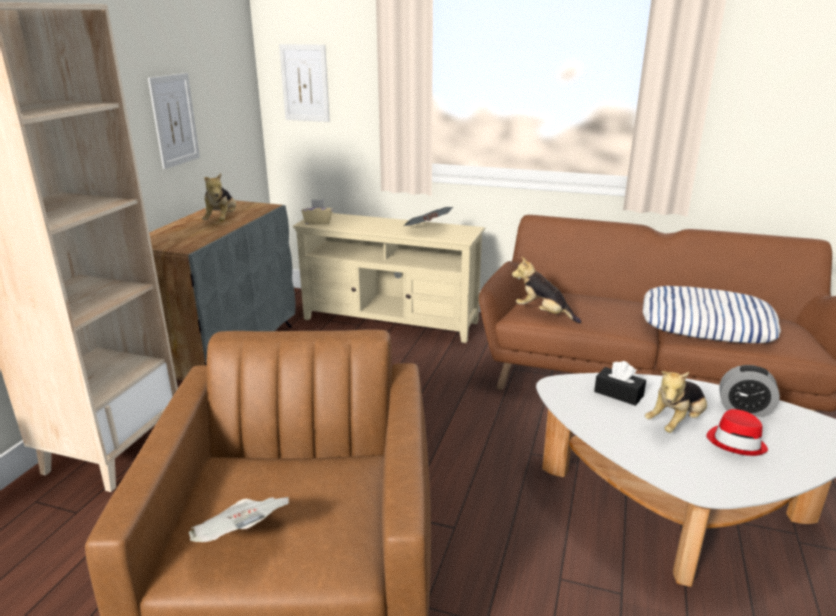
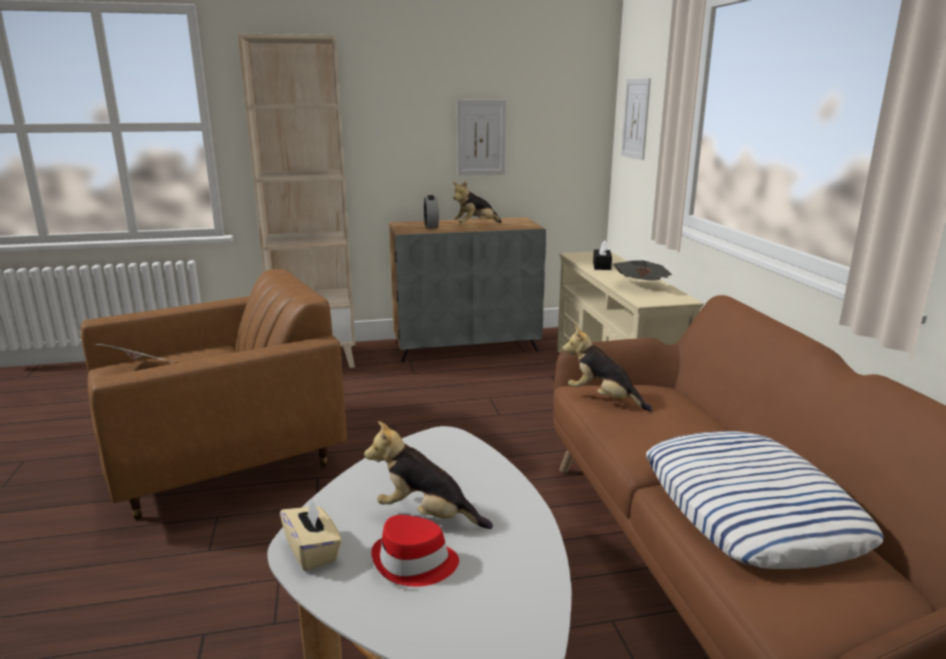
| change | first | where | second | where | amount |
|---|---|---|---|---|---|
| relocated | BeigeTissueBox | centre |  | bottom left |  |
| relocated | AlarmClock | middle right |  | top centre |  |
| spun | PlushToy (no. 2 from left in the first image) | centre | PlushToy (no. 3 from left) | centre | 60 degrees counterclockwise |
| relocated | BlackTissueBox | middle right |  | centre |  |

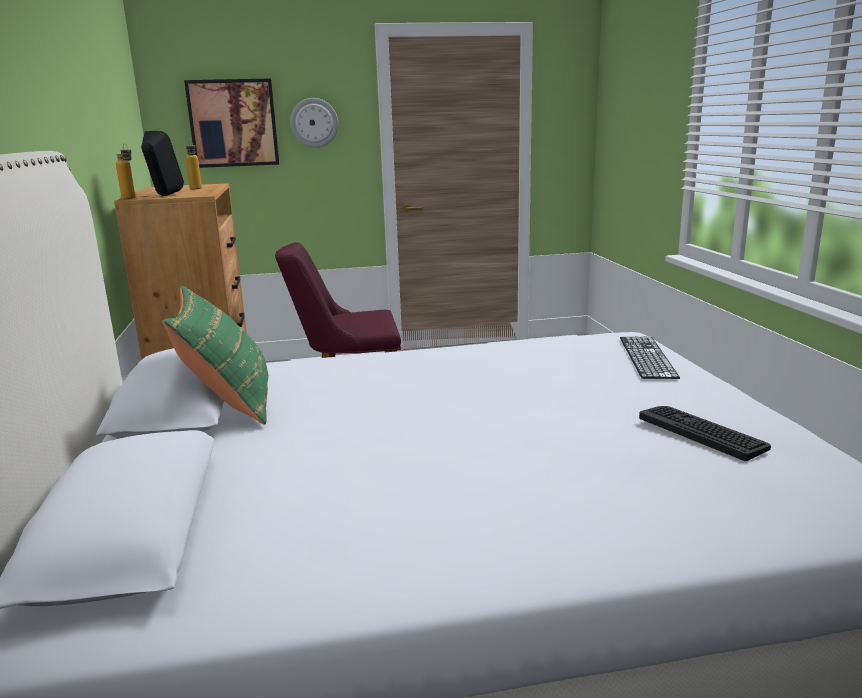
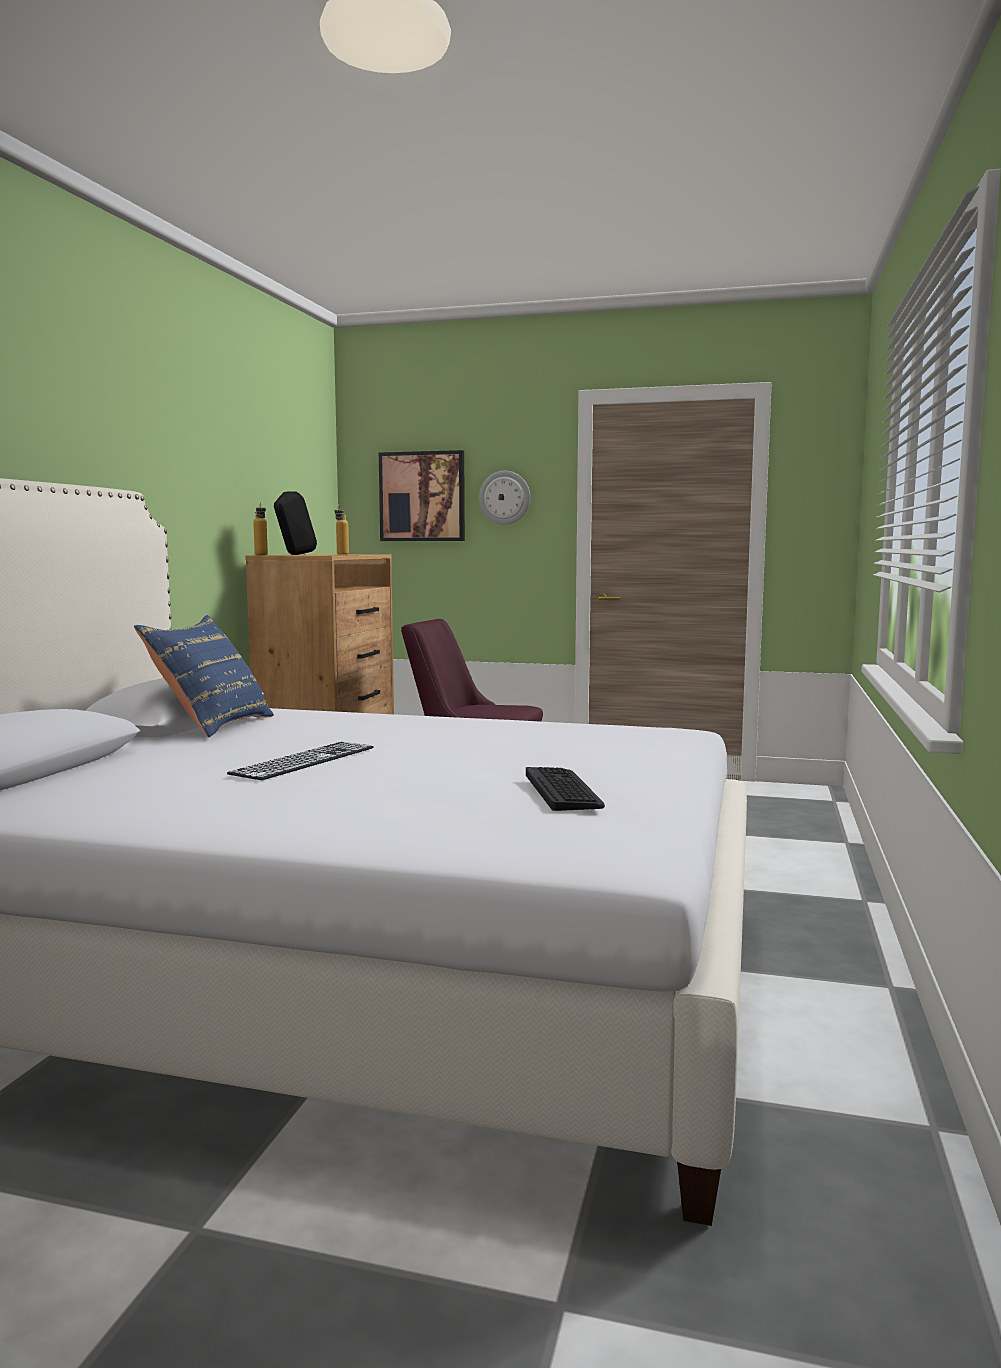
| change | first | where | second | where | amount |
|---|---|---|---|---|---|
| colour | GreenPillow | middle left | BluePillow | middle left |  |
| relocated | Keyboard (no. 1 from left) | middle right |  | middle left |  |

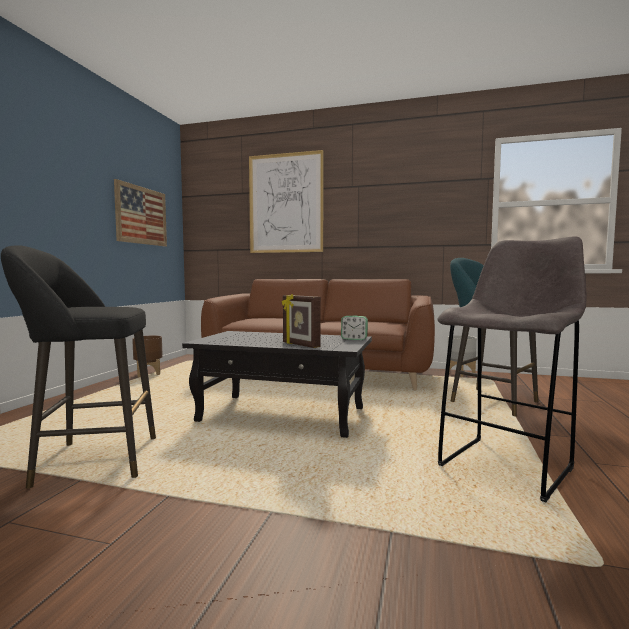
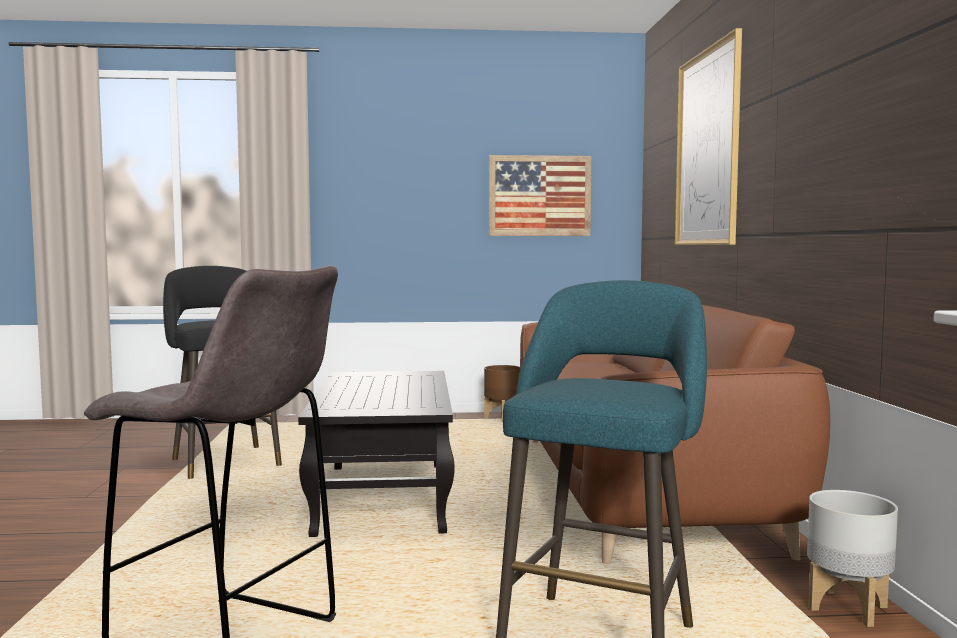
| change | first | where | second | where | amount |
|---|---|---|---|---|---|
| missing | PictureFrame | centre |  |  |  |
| missing | AlarmClock | centre |  |  |  |

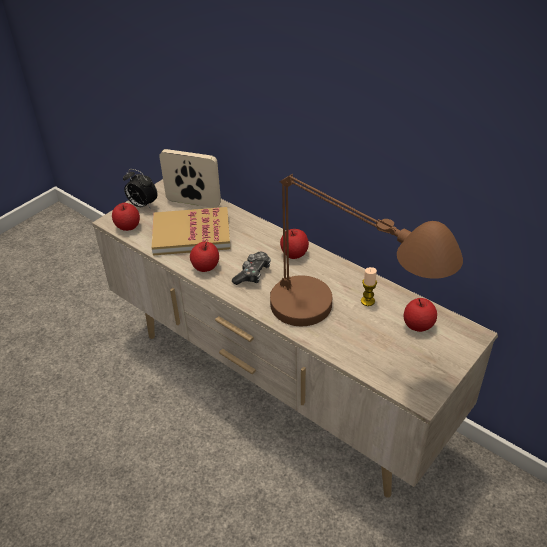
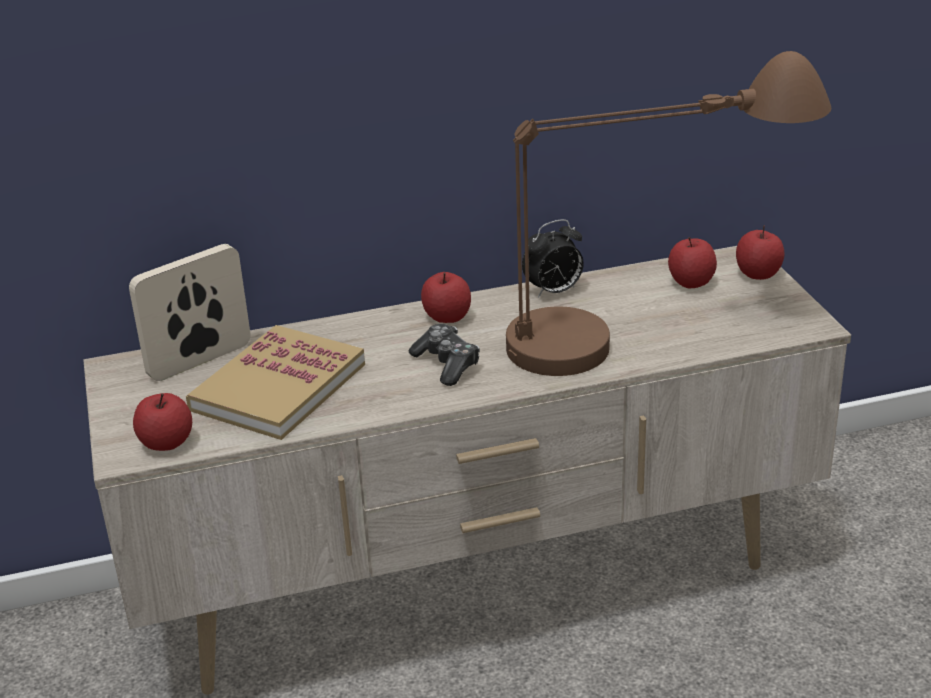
| change | first | where | second | where | amount |
|---|---|---|---|---|---|
| relocated | AlarmClock | middle left |  | centre |  |
| relocated | Apple (no. 2 from left in the first image) | centre | Apple (no. 4 from left) | middle right |  |
| missing | Candle | middle right |  |  |  |

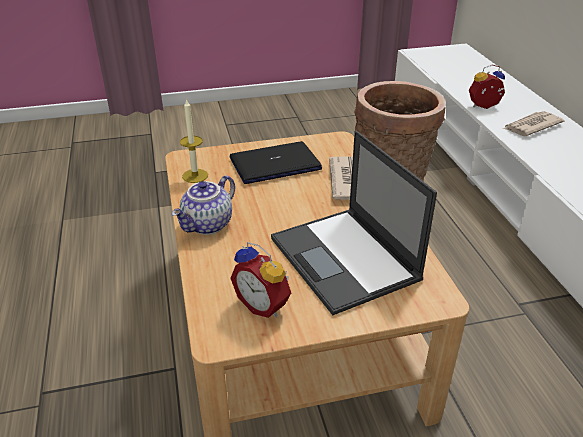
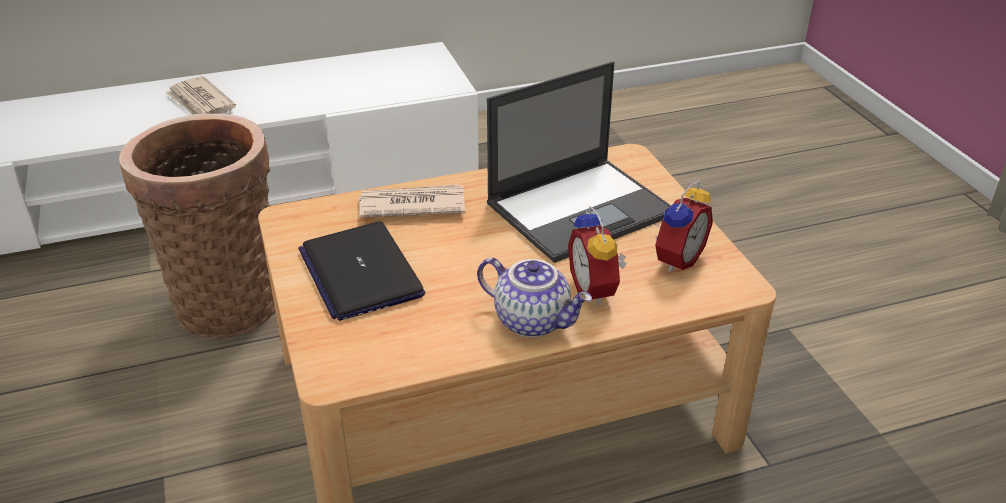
| change | first | where | second | where | amount |
|---|---|---|---|---|---|
| relocated | AlarmClock (no. 2 from left in the first image) | top right | AlarmClock (no. 1 from left) | centre |  |
| missing | Candle | top left |  |  |  |

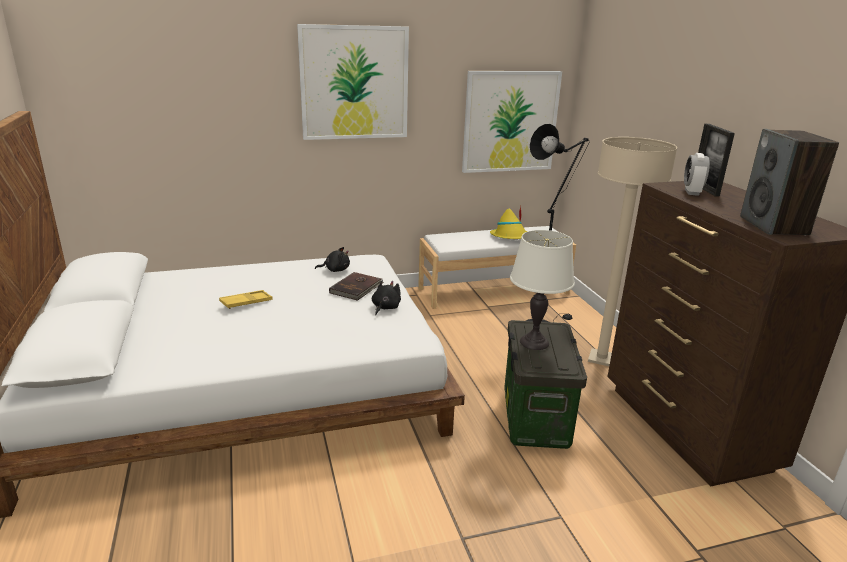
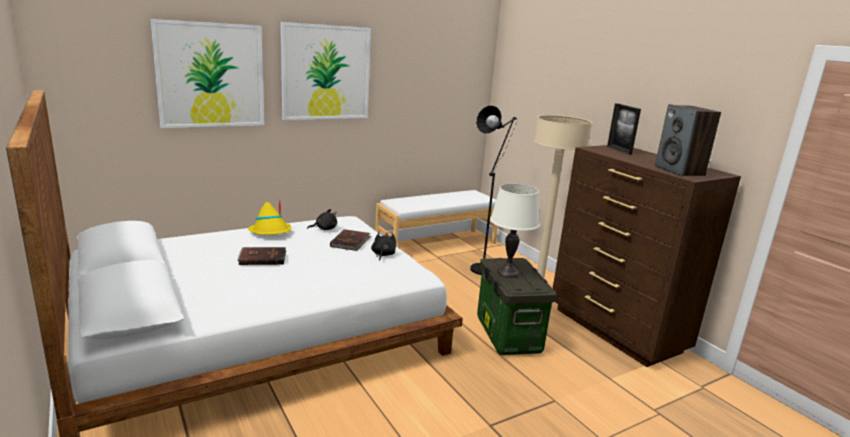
| change | first | where | second | where | amount |
|---|---|---|---|---|---|
| relocated | Picture (no. 2 from left in the first image) | top centre | Picture (no. 1 from left) | top left |  |
| exchanged | YellowTray | middle left | BrownBook (no. 1 from left) | middle left |  |
| relocated | YellowHat | centre |  | middle left |  |
| missing | AlarmClock | top right |  |  |  |

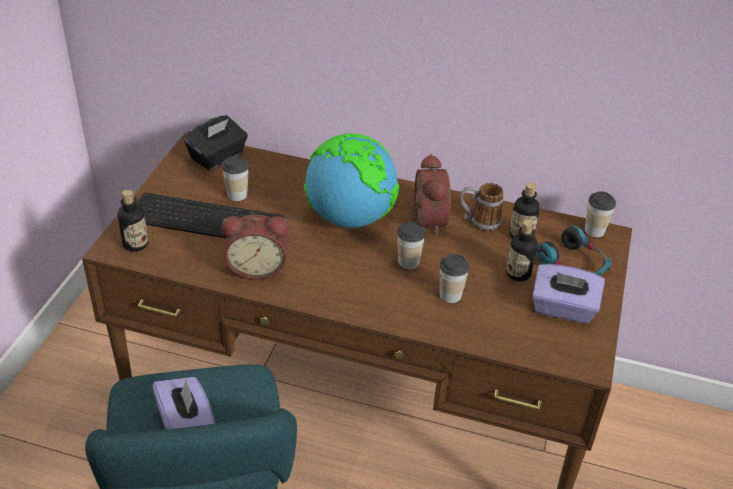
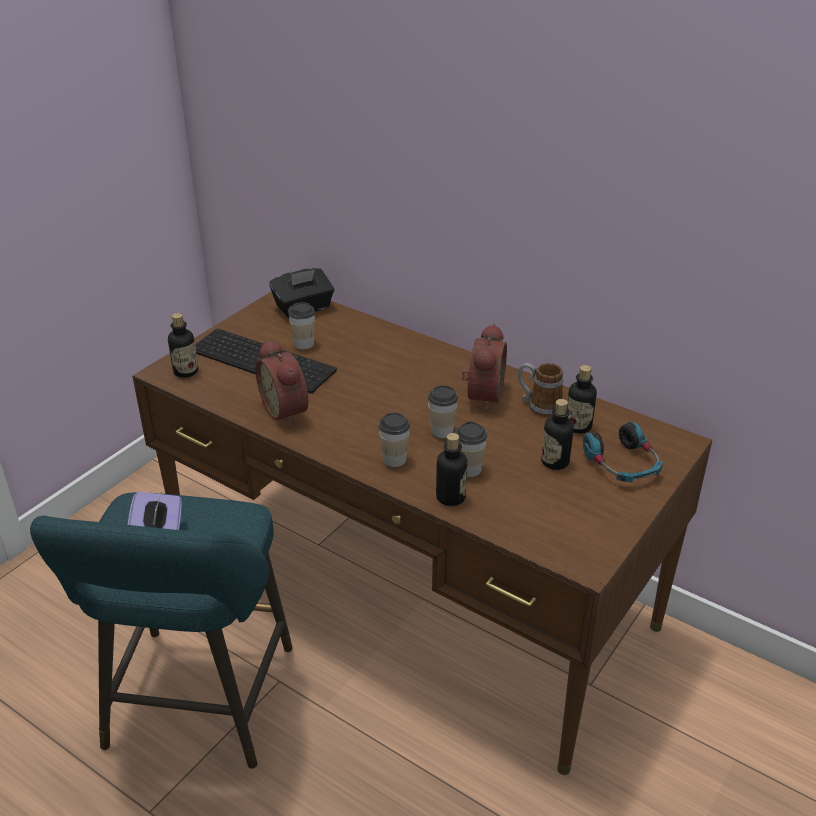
| change | first | where | second | where | amount |
|---|---|---|---|---|---|
| spun | AlarmClock (no. 1 from left) | centre |  | centre | 45 degrees clockwise |
| relocated | Cup (no. 4 from left in the first image) | middle right | Cup (no. 2 from left) | centre |  |
| appeared |  |  | Bottle (no. 2 from left) | centre |  |
| missing | Globe | centre |  |  |  |
| missing | PurpleTissueBox (no. 2 from left) | middle right |  |  |  |

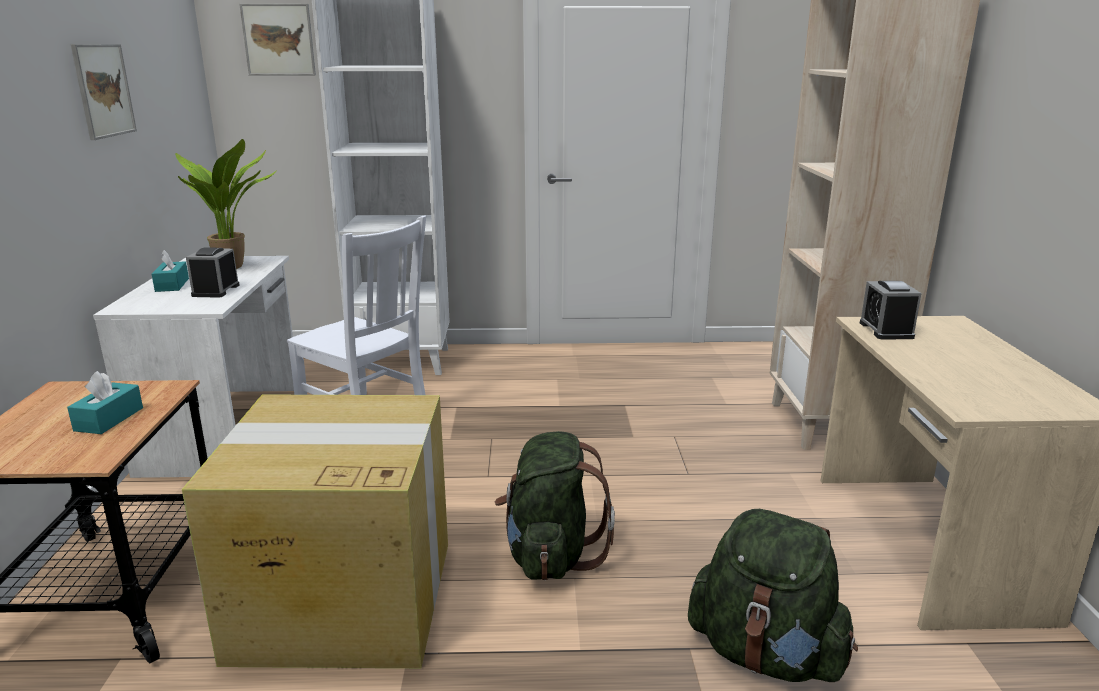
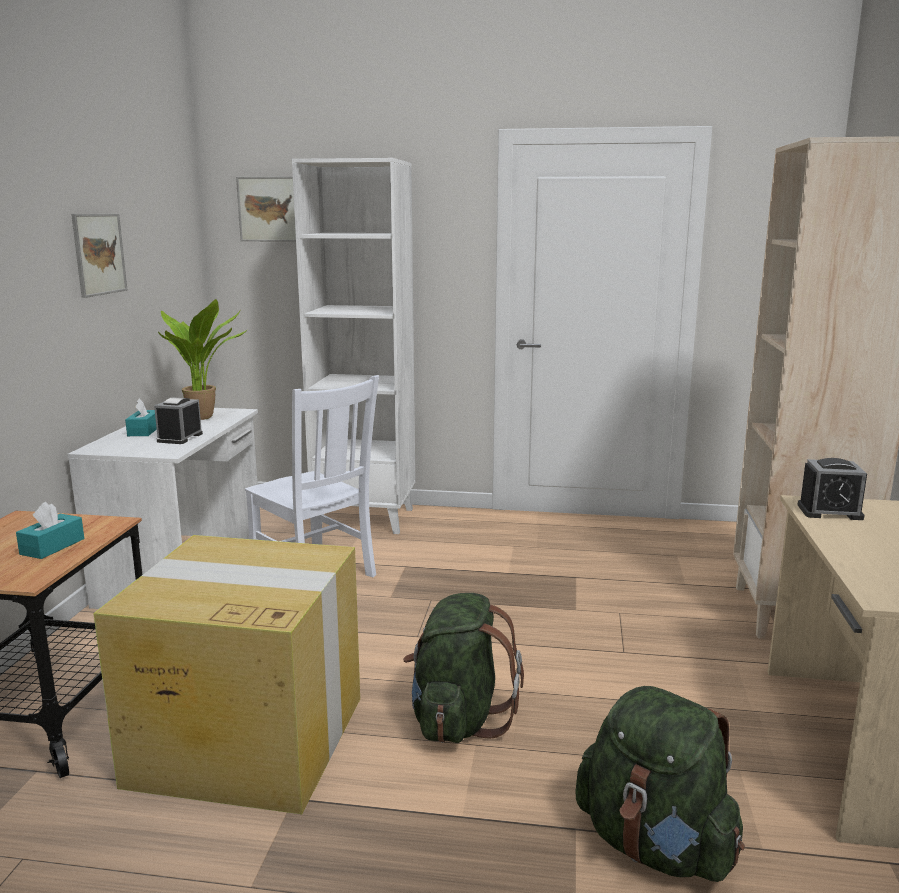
| change | first | where | second | where | amount |
|---|---|---|---|---|---|
| spun | AlarmClock (no. 2 from left) | middle right |  | middle right | 90 degrees counterclockwise |

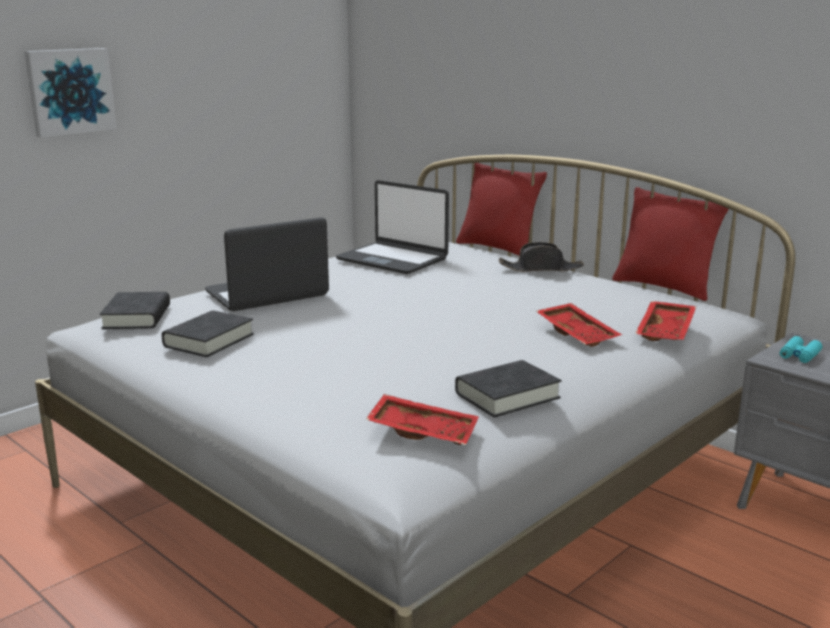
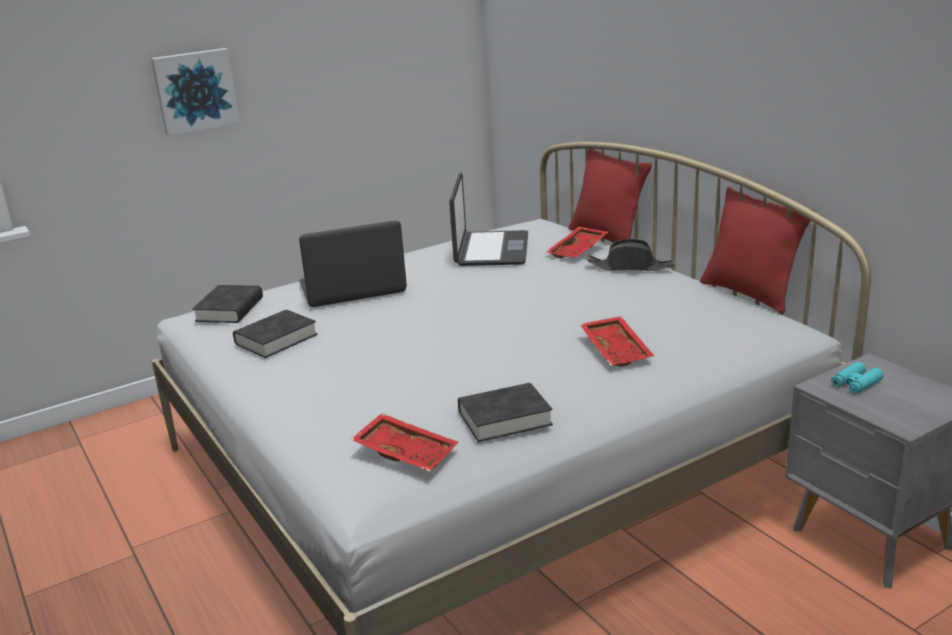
| change | first | where | second | where | amount |
|---|---|---|---|---|---|
| spun | Laptop (no. 2 from left) | centre |  | centre | 135 degrees counterclockwise |
| relocated | RedTray (no. 3 from left in the first image) | middle right | RedTray (no. 2 from left) | centre |  |

